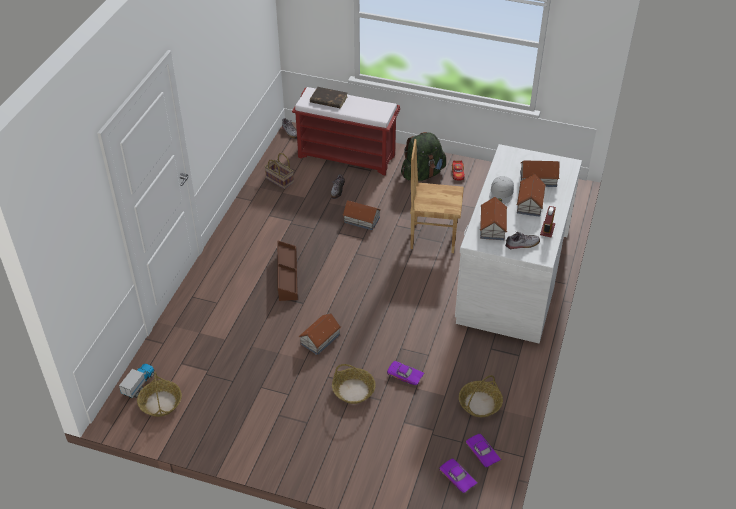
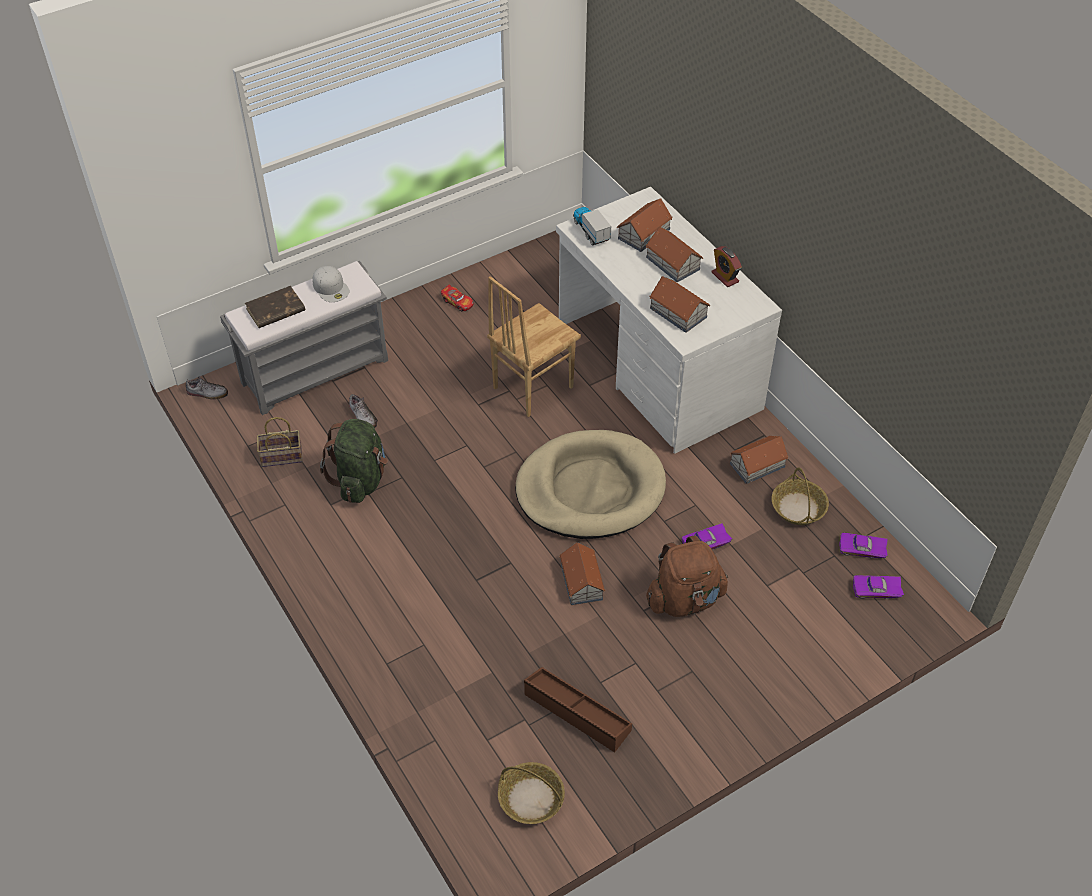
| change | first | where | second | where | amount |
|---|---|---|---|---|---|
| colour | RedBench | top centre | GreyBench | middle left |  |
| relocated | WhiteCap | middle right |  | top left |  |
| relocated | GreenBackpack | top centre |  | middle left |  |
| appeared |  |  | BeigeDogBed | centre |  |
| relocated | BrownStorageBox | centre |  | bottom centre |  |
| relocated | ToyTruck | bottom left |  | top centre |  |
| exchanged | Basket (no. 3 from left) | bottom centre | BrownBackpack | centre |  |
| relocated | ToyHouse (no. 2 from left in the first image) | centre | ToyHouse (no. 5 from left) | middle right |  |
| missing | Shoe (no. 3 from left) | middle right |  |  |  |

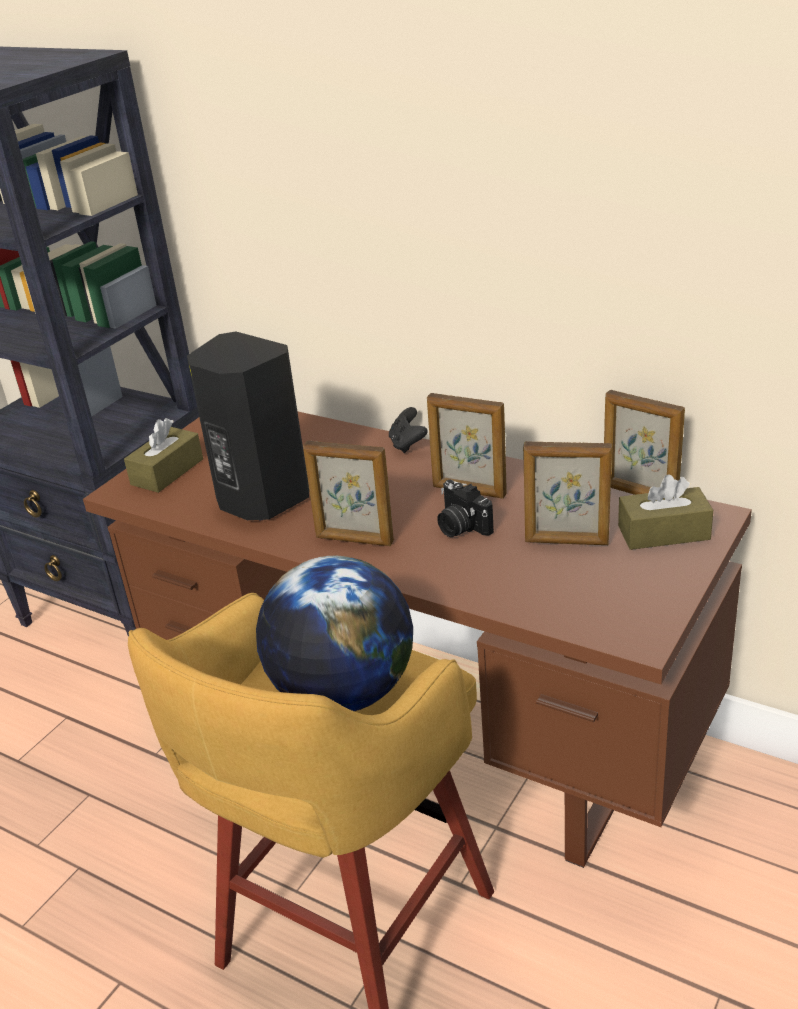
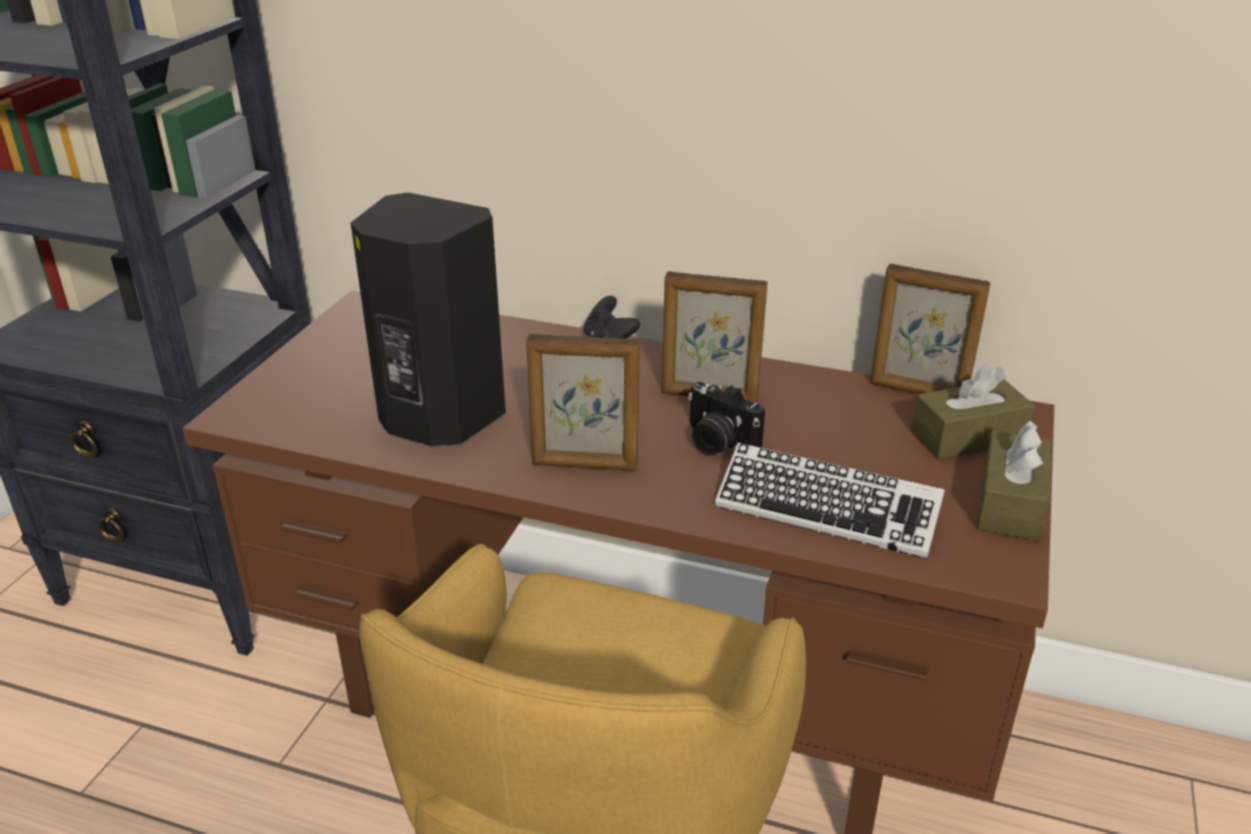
| change | first | where | second | where | amount |
|---|---|---|---|---|---|
| appeared |  |  | Keyboard | centre |  |
| relocated | BrownTissueBox (no. 1 from left in the first image) | middle left | BrownTissueBox (no. 2 from left) | middle right |  |
| missing | Globe | centre |  |  |  |
| missing | PictureFrame (no. 3 from left) | middle right |  |  |  |

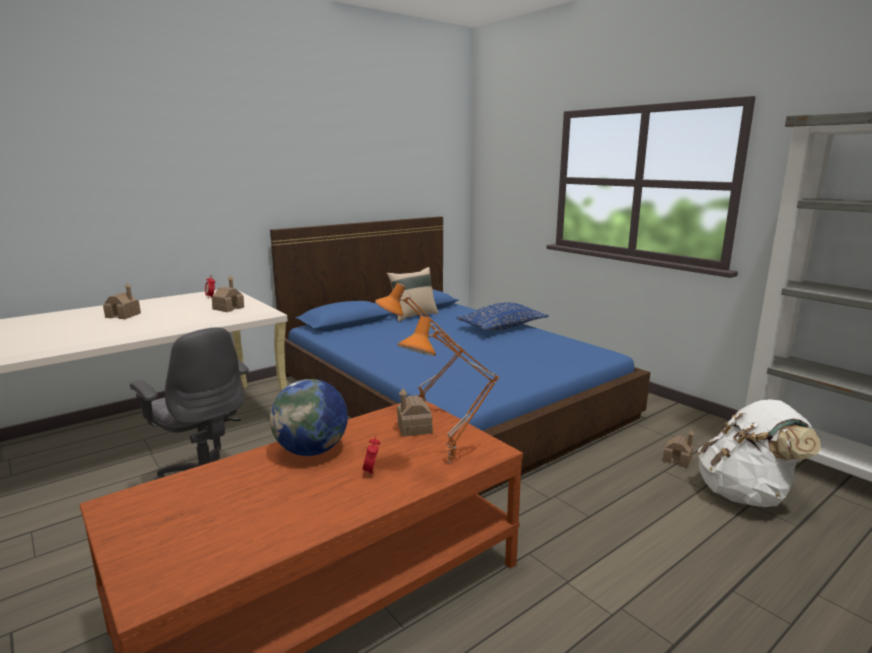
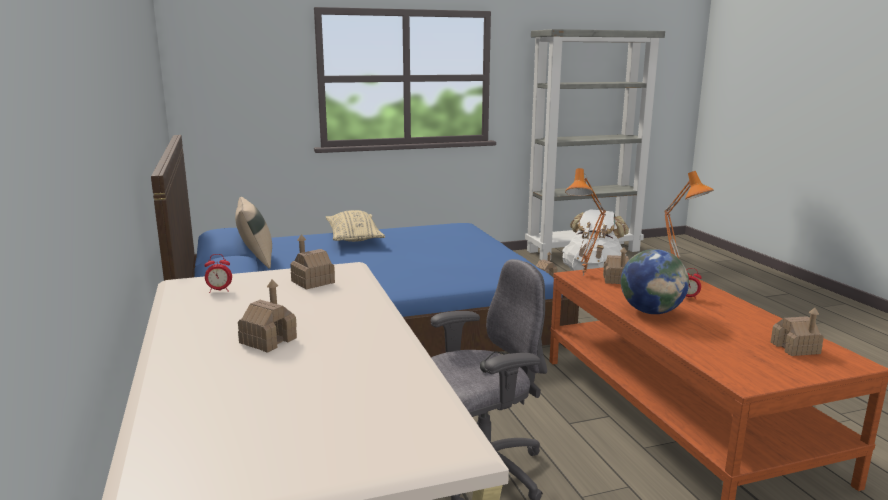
| change | first | where | second | where | amount |
|---|---|---|---|---|---|
| colour | BluePillow | centre | BeigePillow (no. 2 from left) | centre |  |
| appeared |  |  | ToyHouse (no. 5 from left) | middle right |  |

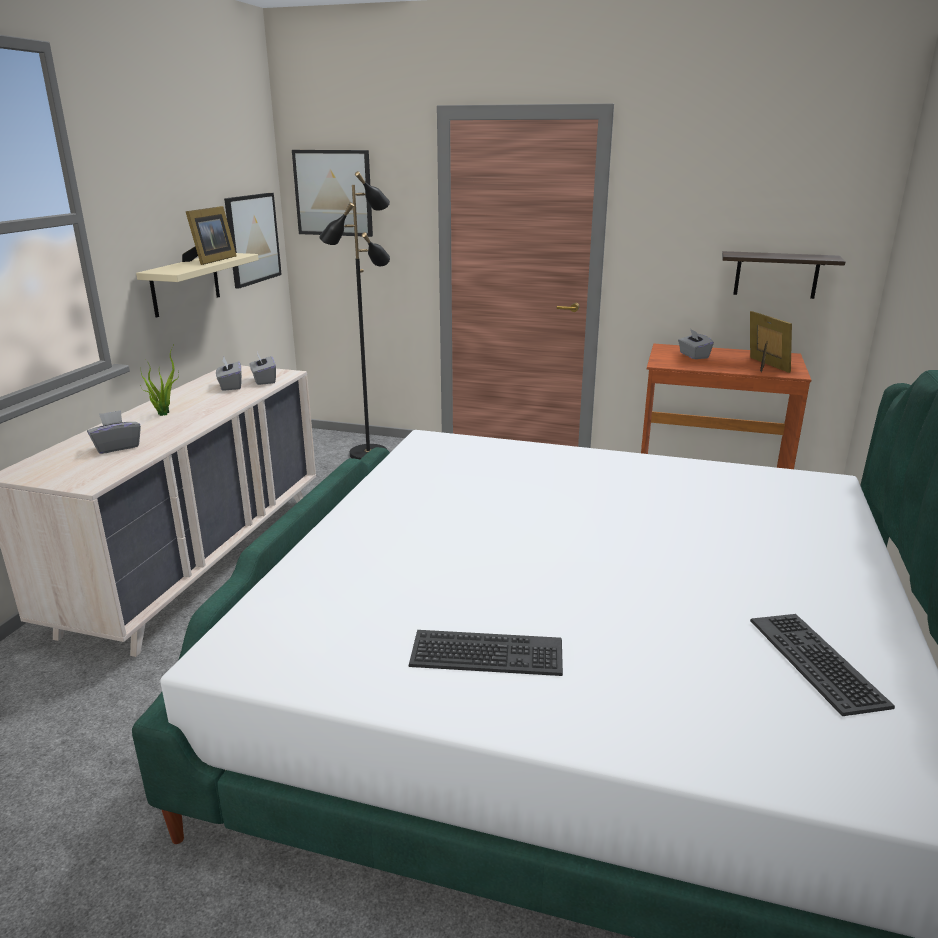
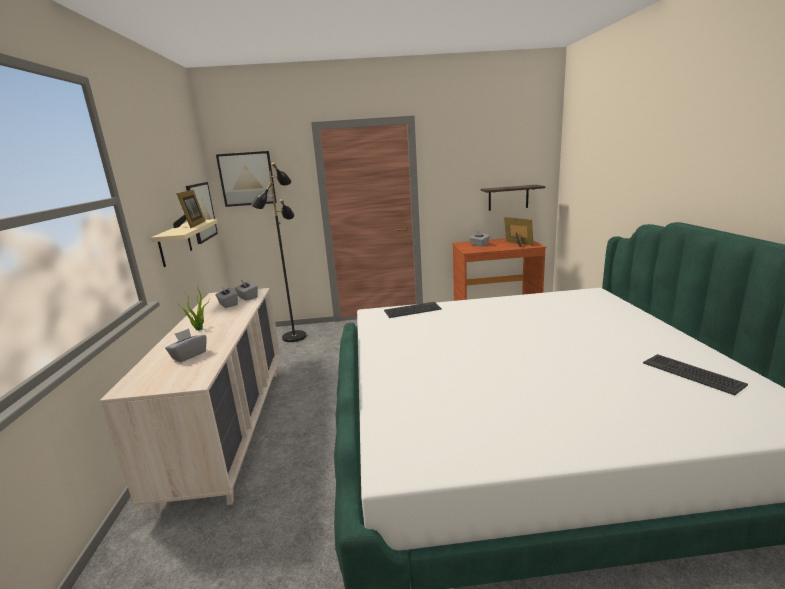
| change | first | where | second | where | amount |
|---|---|---|---|---|---|
| relocated | Keyboard (no. 1 from left) | bottom centre |  | centre |  |

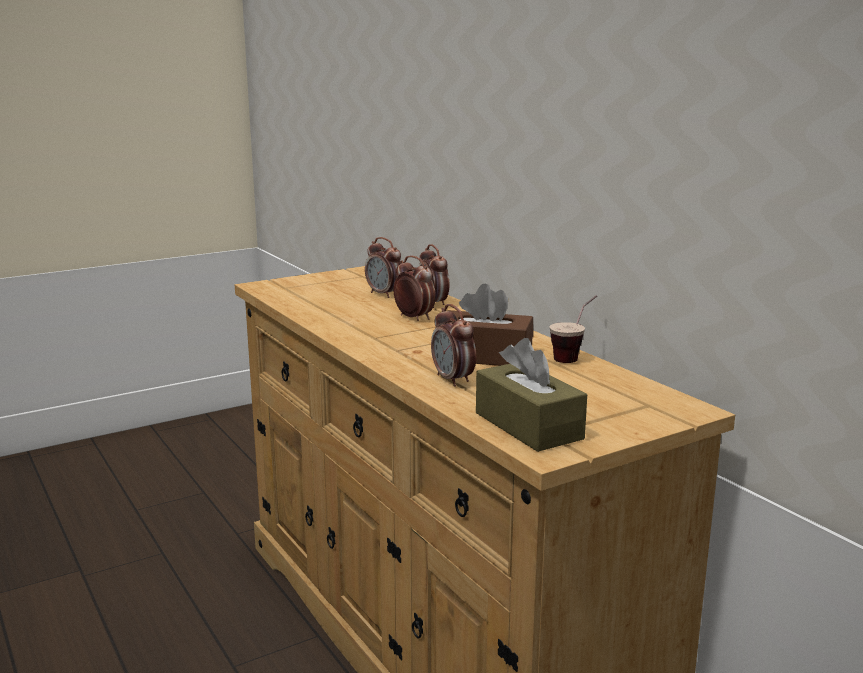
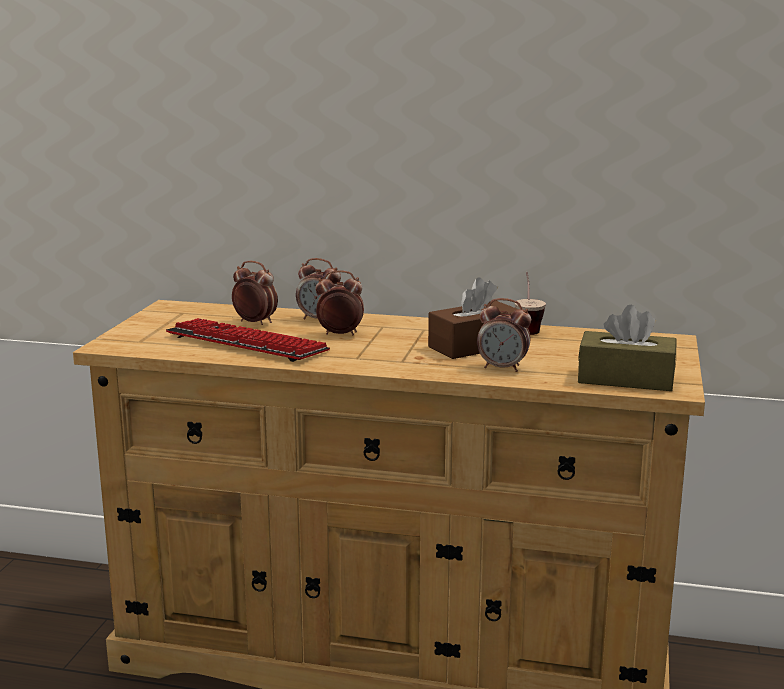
| change | first | where | second | where | amount |
|---|---|---|---|---|---|
| appeared |  |  | Keyboard | middle left |  |
| spun | AlarmClock (no. 1 from left) | centre |  | middle left | 150 degrees counterclockwise |

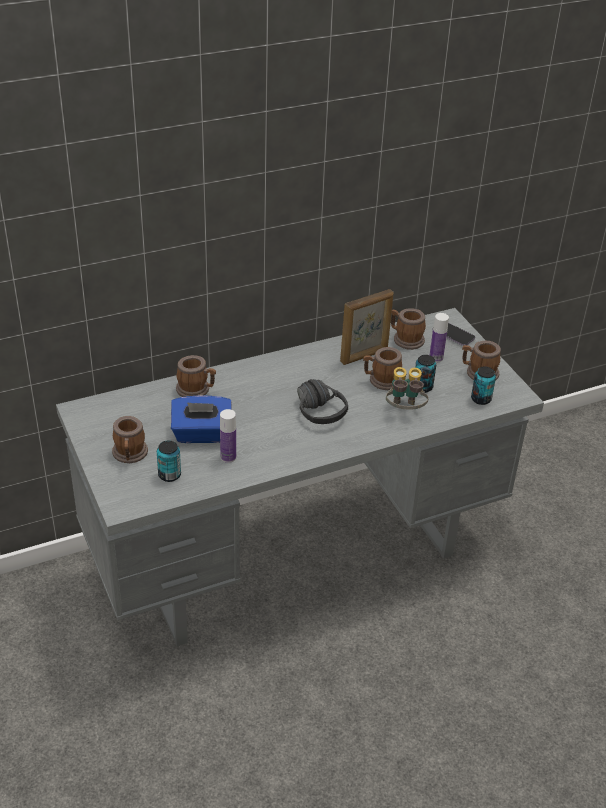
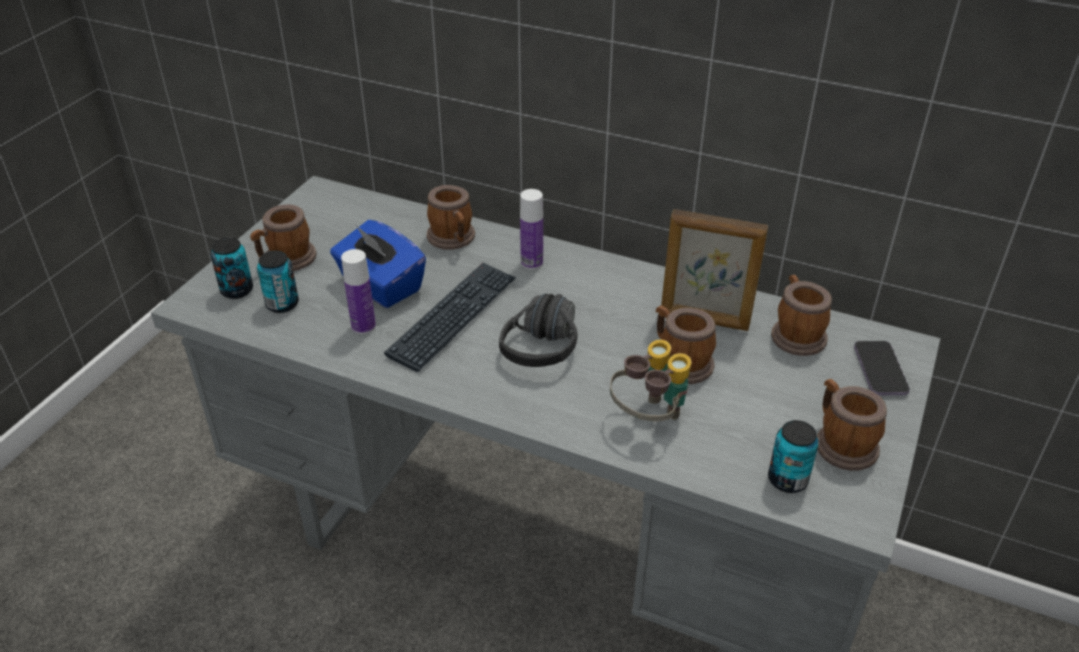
| change | first | where | second | where | amount |
|---|---|---|---|---|---|
| relocated | Can (no. 2 from left in the first image) | middle right | Can (no. 1 from left) | middle left |  |
| appeared |  |  | Keyboard | centre |  |
| relocated | Bottle (no. 2 from left) | middle right |  | centre |  |

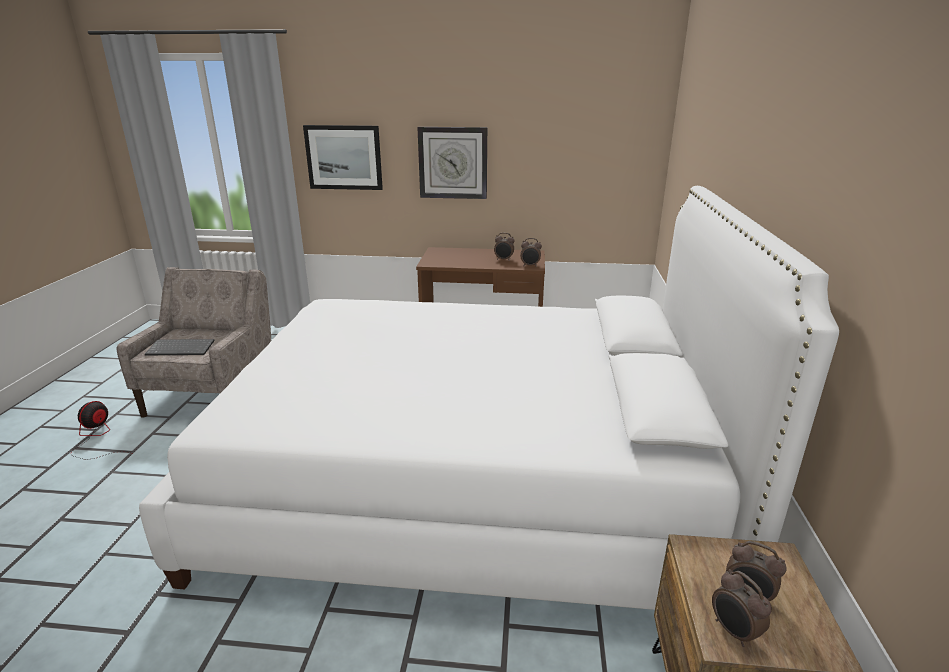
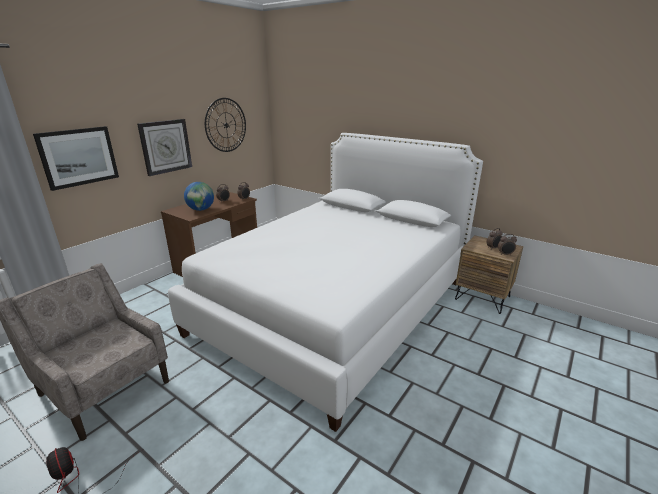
| change | first | where | second | where | amount |
|---|---|---|---|---|---|
| appeared |  |  | Globe | middle left |  |
| appeared |  |  | WallClock (no. 2 from left) | top centre |  |
| missing | Keyboard | middle left |  |  |  |

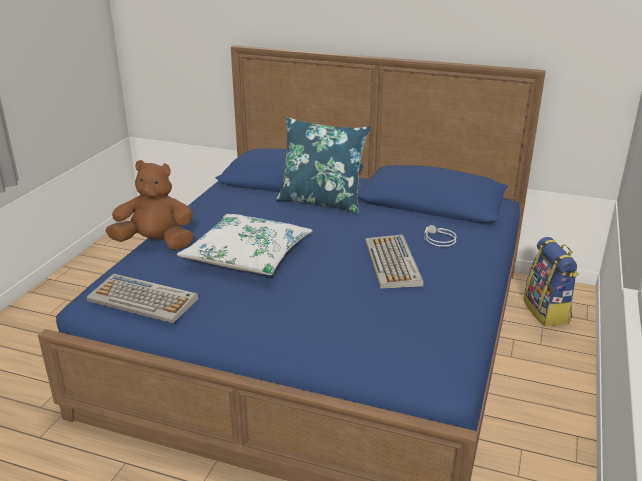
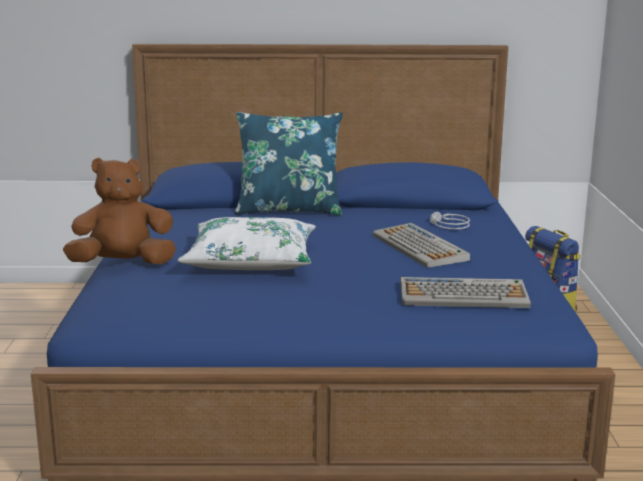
| change | first | where | second | where | amount |
|---|---|---|---|---|---|
| relocated | Keyboard (no. 1 from left in the first image) | middle left | Keyboard (no. 2 from left) | middle right |  |

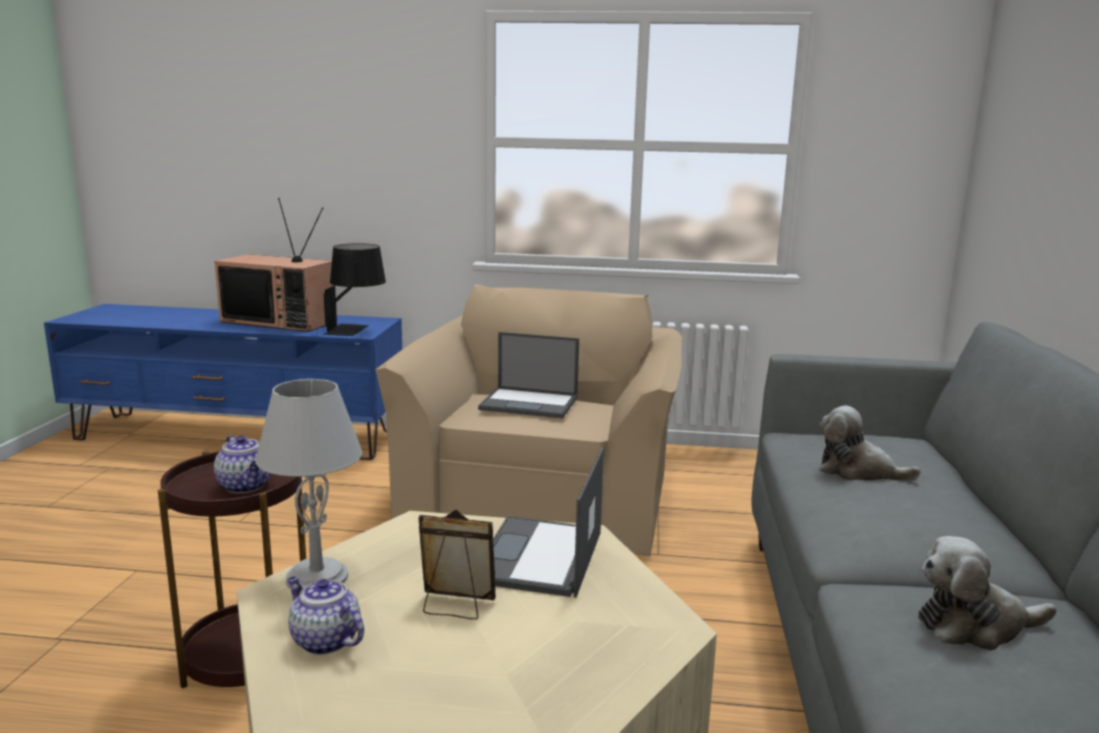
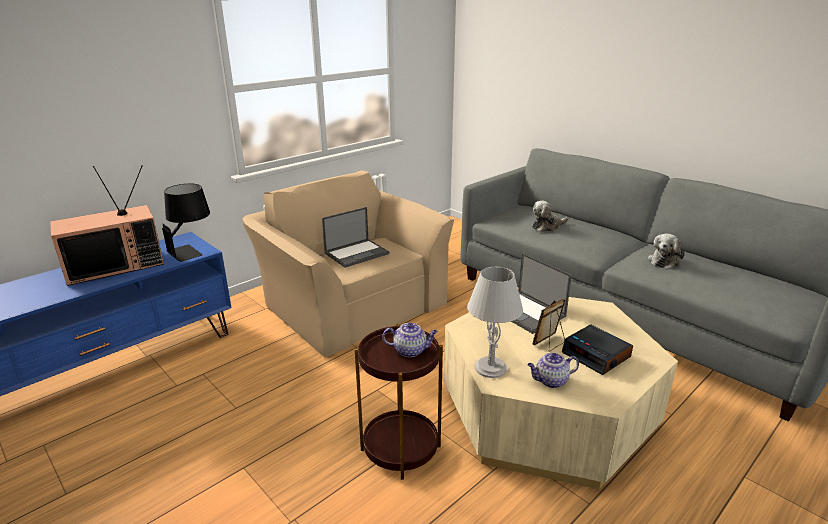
| change | first | where | second | where | amount |
|---|---|---|---|---|---|
| appeared |  |  | AlarmClock | bottom right |  |

